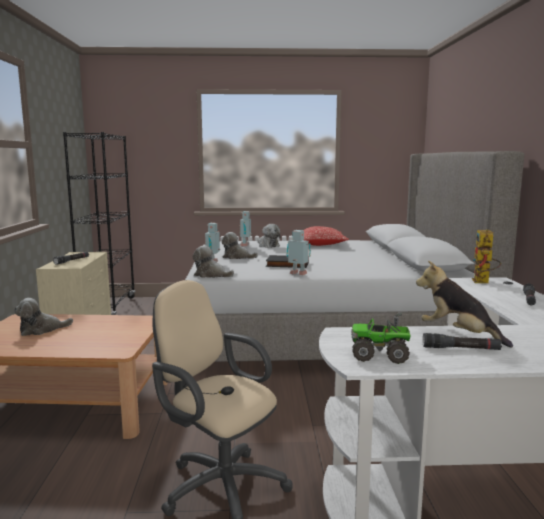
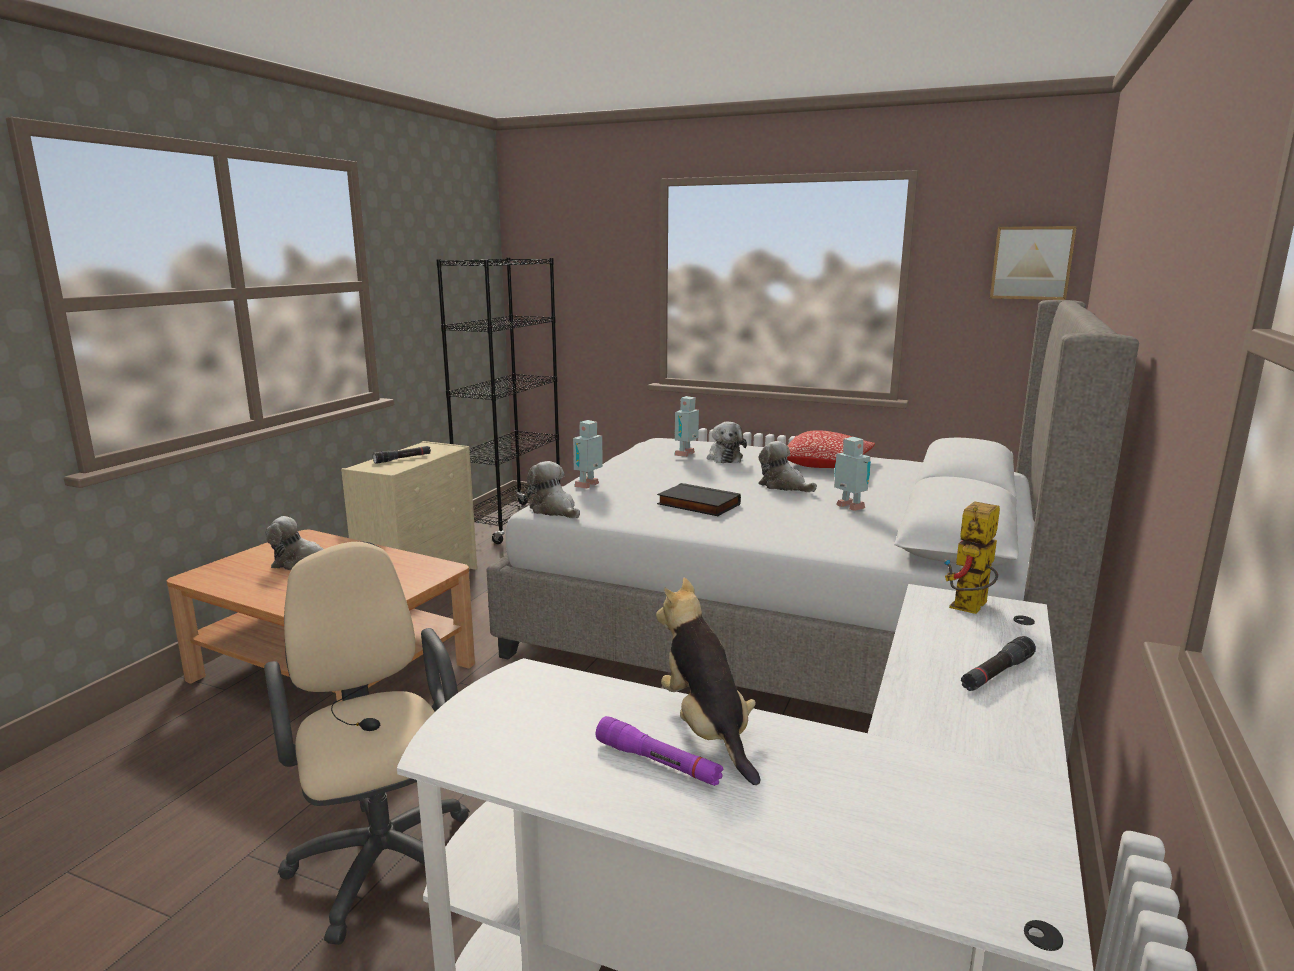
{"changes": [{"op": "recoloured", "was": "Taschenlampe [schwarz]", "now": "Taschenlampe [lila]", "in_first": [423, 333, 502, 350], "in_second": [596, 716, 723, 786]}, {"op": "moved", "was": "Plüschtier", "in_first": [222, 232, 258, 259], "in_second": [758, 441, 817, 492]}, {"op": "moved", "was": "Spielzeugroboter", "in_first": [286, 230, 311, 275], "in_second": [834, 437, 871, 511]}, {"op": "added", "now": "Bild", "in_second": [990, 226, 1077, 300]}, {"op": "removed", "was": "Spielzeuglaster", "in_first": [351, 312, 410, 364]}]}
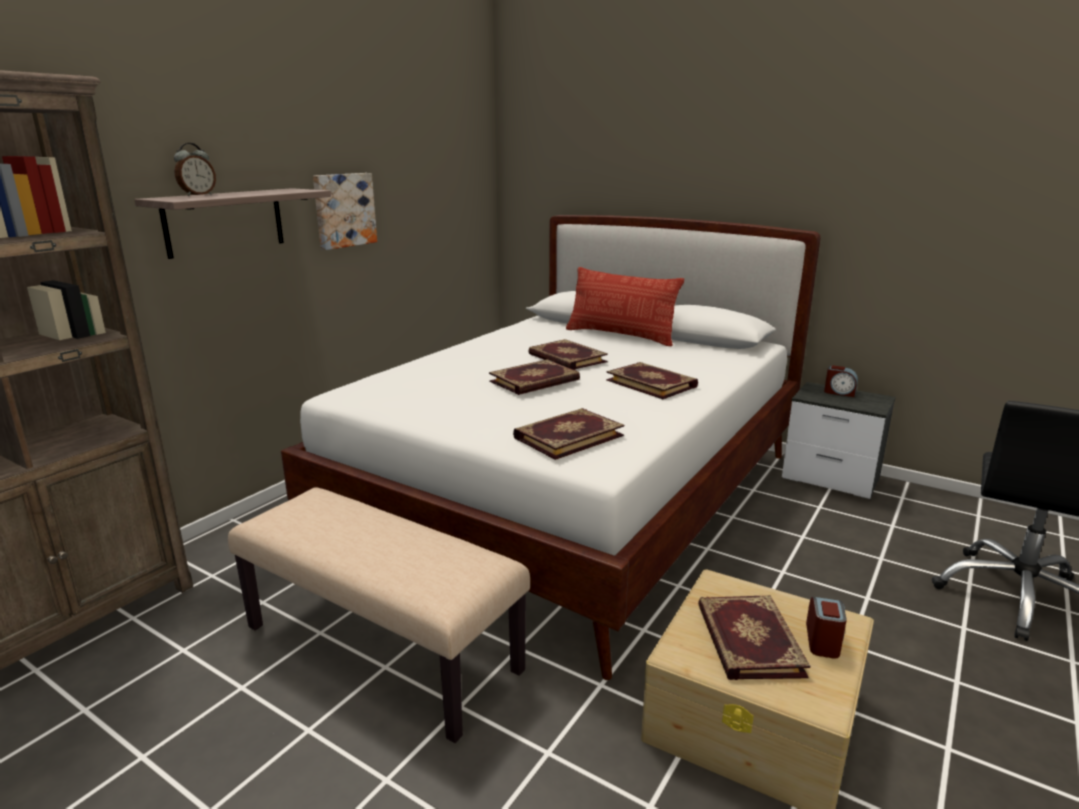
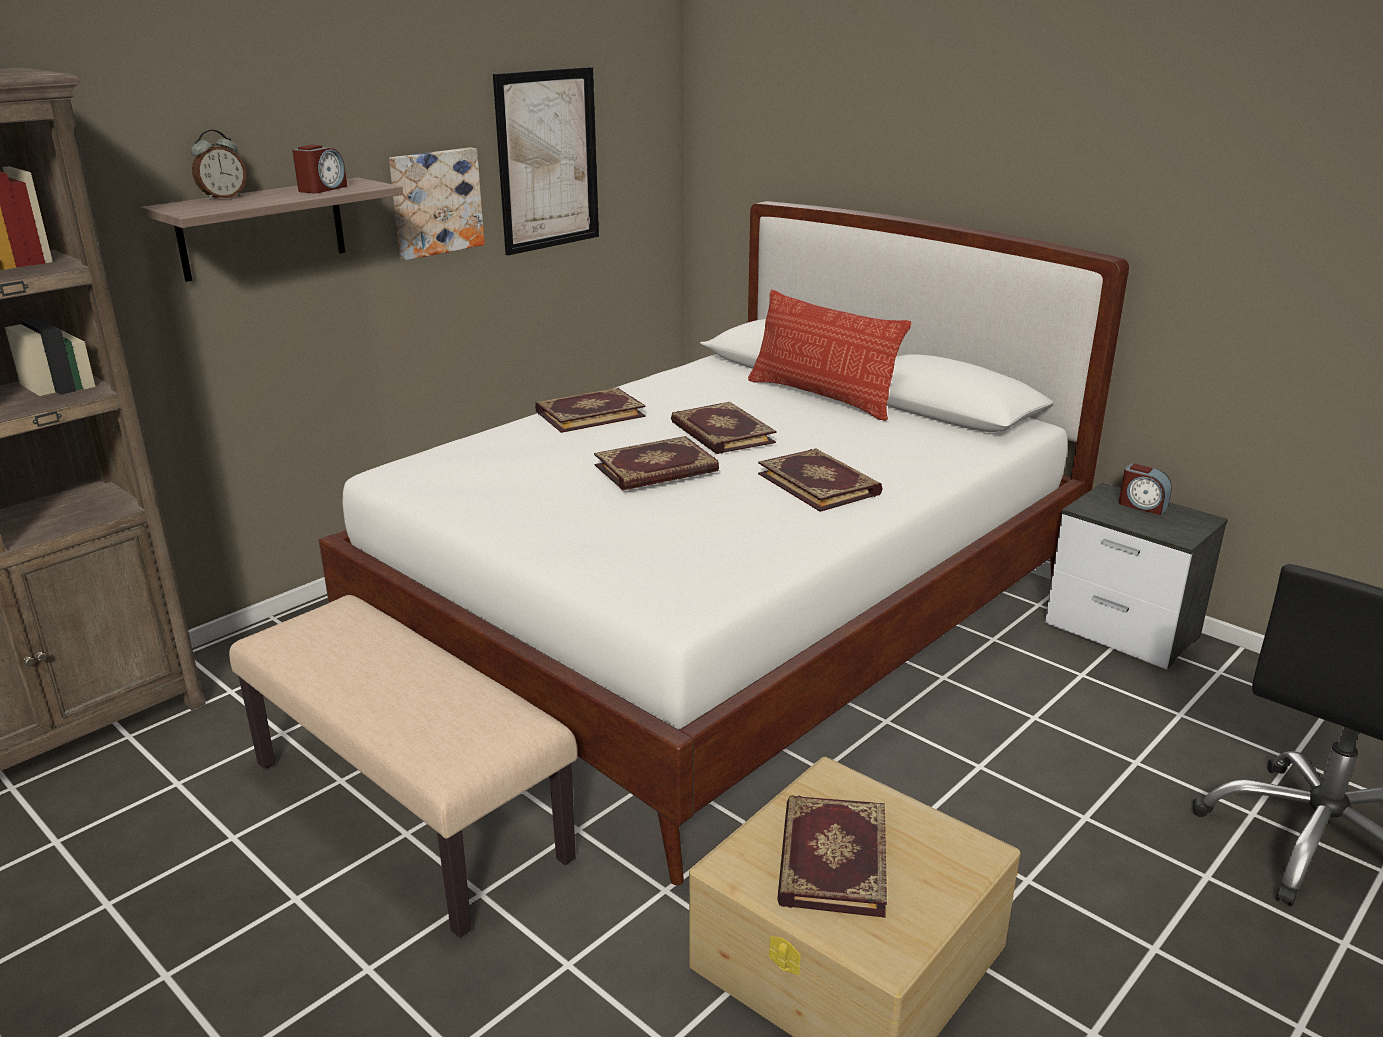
{"changes": [{"op": "moved", "was": "Wecker", "in_first": [806, 597, 847, 659], "in_second": [292, 145, 347, 193]}, {"op": "added", "now": "Bild", "in_second": [493, 67, 599, 255]}, {"op": "moved", "was": "Buch", "in_first": [513, 408, 624, 460], "in_second": [535, 388, 646, 433]}]}
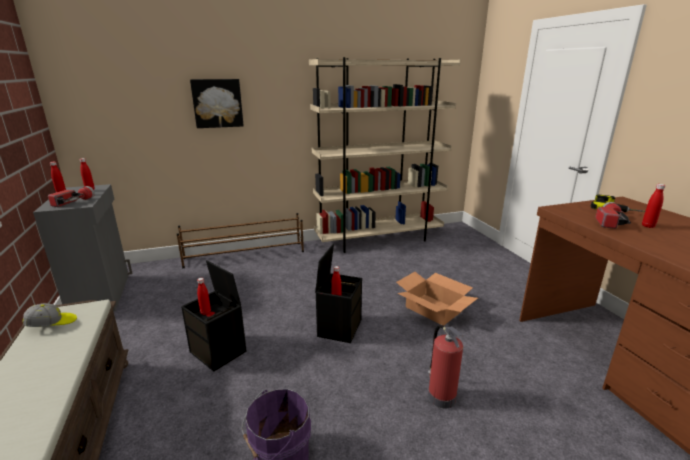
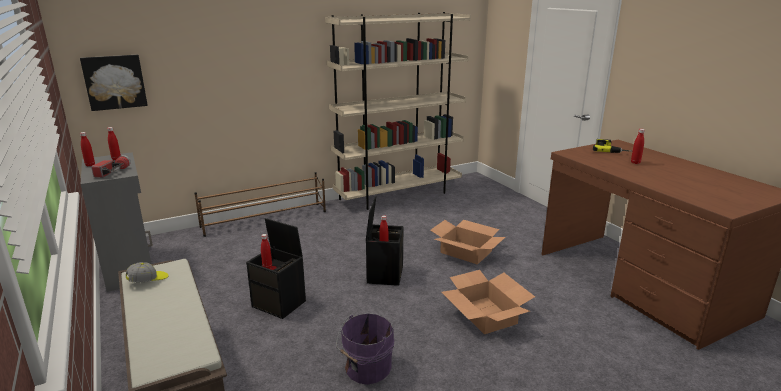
{"changes": [{"op": "moved", "was": "Bild", "in_first": [190, 79, 244, 128], "in_second": [80, 55, 148, 111]}, {"op": "replaced", "was": "Feuerlöscher", "now": "Karton", "in_first": [428, 325, 463, 408], "in_second": [442, 270, 535, 334]}, {"op": "removed", "was": "Taschenlampe", "in_first": [595, 202, 631, 229]}]}
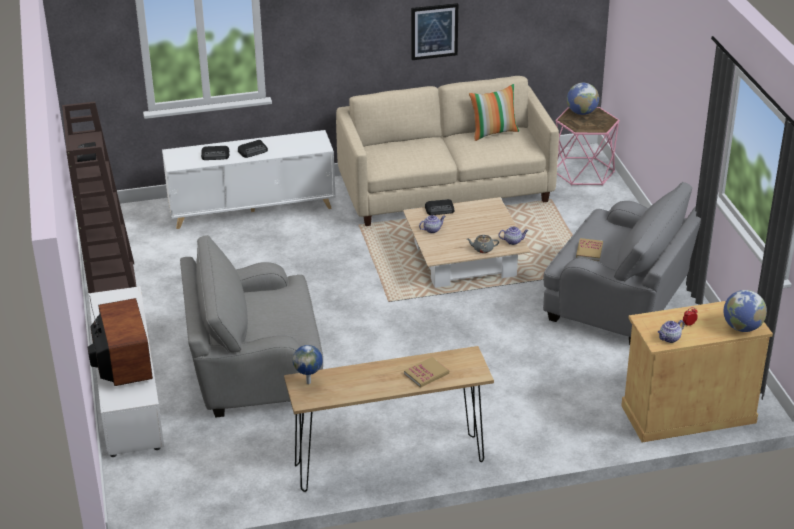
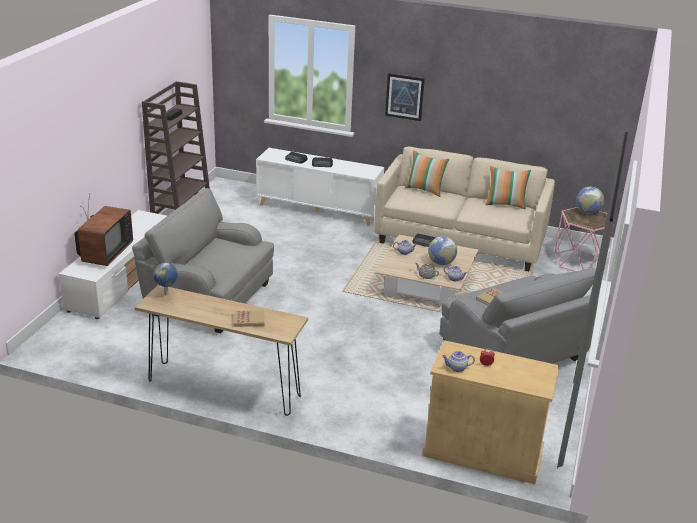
{"changes": [{"op": "moved", "was": "Bild", "in_first": [411, 3, 458, 60], "in_second": [385, 73, 425, 121]}, {"op": "added", "now": "Kissen", "in_second": [405, 150, 449, 197]}, {"op": "moved", "was": "Globus", "in_first": [724, 290, 767, 332], "in_second": [428, 236, 457, 265]}]}
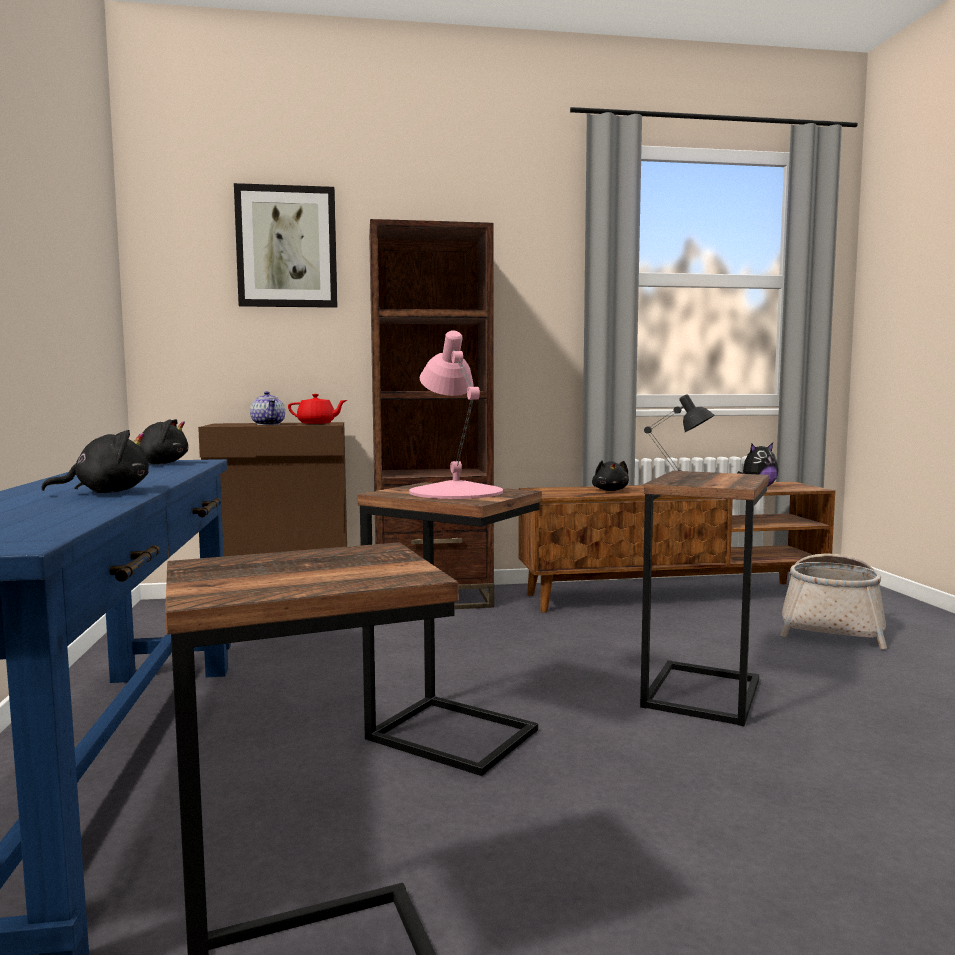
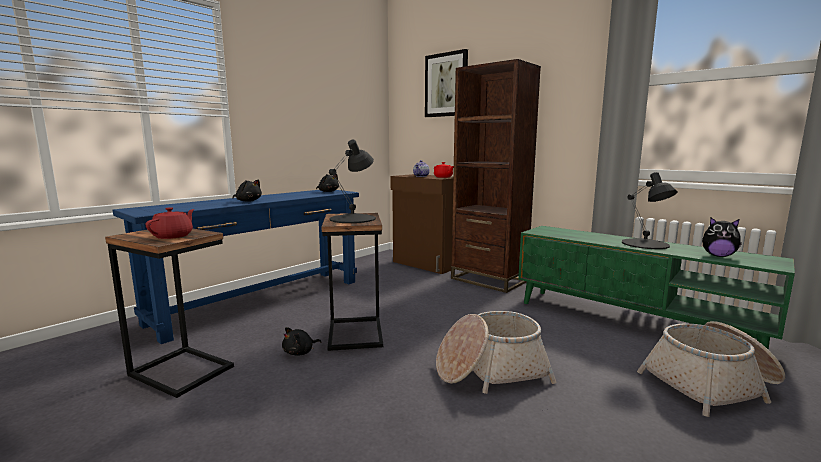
{"changes": [{"op": "added", "now": "Teekanne [rot]", "in_second": [146, 207, 195, 239]}, {"op": "moved", "was": "Plüschtier [schwarz]", "in_first": [592, 460, 629, 491], "in_second": [282, 327, 321, 355]}, {"op": "recoloured", "was": "Tischlampe [rosa]", "now": "Tischlampe [schwarz]", "in_first": [409, 331, 503, 499], "in_second": [329, 139, 376, 223]}, {"op": "replaced", "was": "Beistelltisch", "now": "Korb", "in_first": [640, 471, 769, 726], "in_second": [436, 311, 556, 394]}, {"op": "recoloured", "was": "Fernsehschrank [braun]", "now": "Fernsehschrank [grün]", "in_first": [518, 482, 835, 613], "in_second": [518, 226, 795, 350]}]}
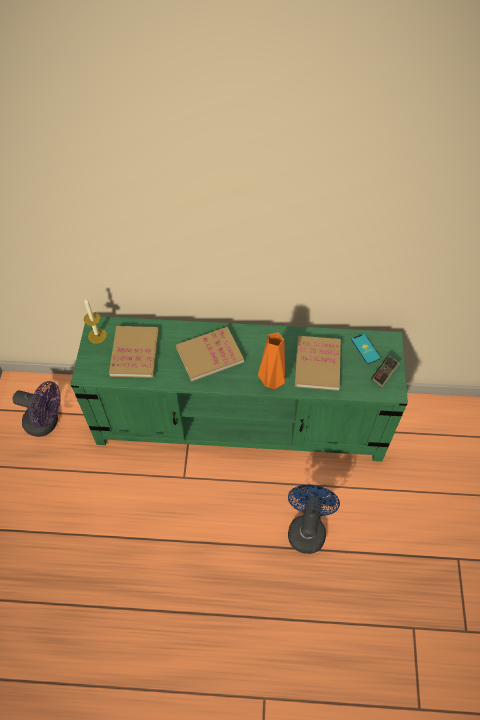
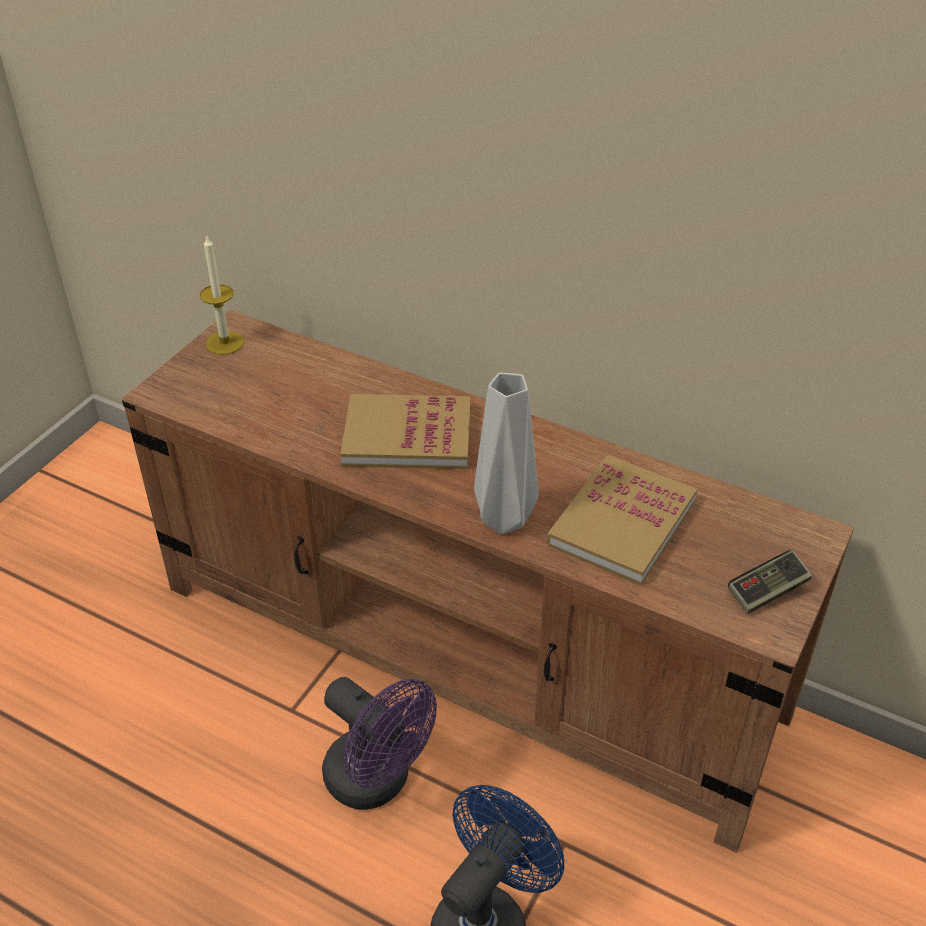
{"changes": [{"op": "recoloured", "was": "Fernsehschrank [grün]", "now": "Fernsehschrank [braun]", "in_first": [70, 316, 408, 461], "in_second": [122, 310, 854, 853]}, {"op": "moved", "was": "Ventilator [lila]", "in_first": [13, 381, 61, 437], "in_second": [322, 677, 437, 810]}, {"op": "recoloured", "was": "Vase [orange]", "now": "Vase [grau]", "in_first": [258, 333, 285, 389], "in_second": [474, 373, 539, 535]}, {"op": "removed", "was": "Buch", "in_first": [109, 326, 159, 378]}, {"op": "removed", "was": "Handy", "in_first": [351, 333, 381, 364]}]}
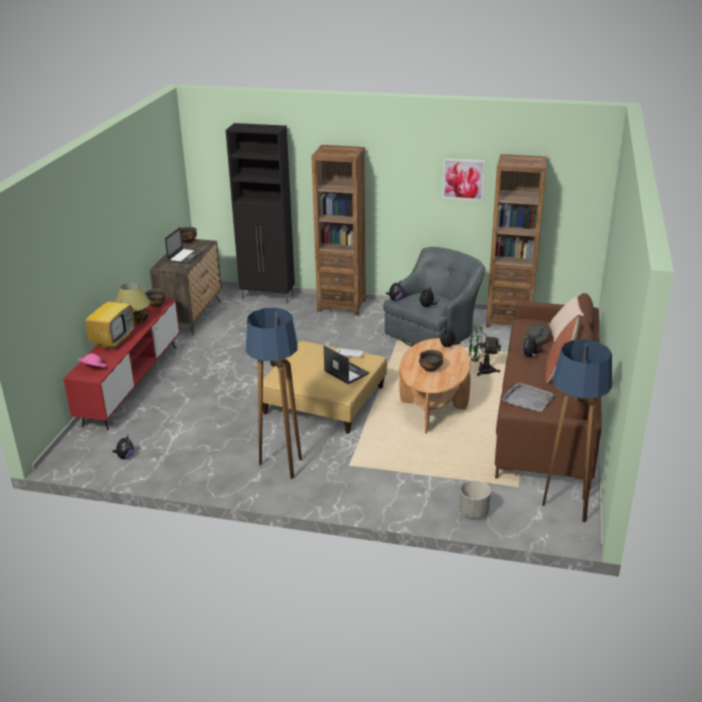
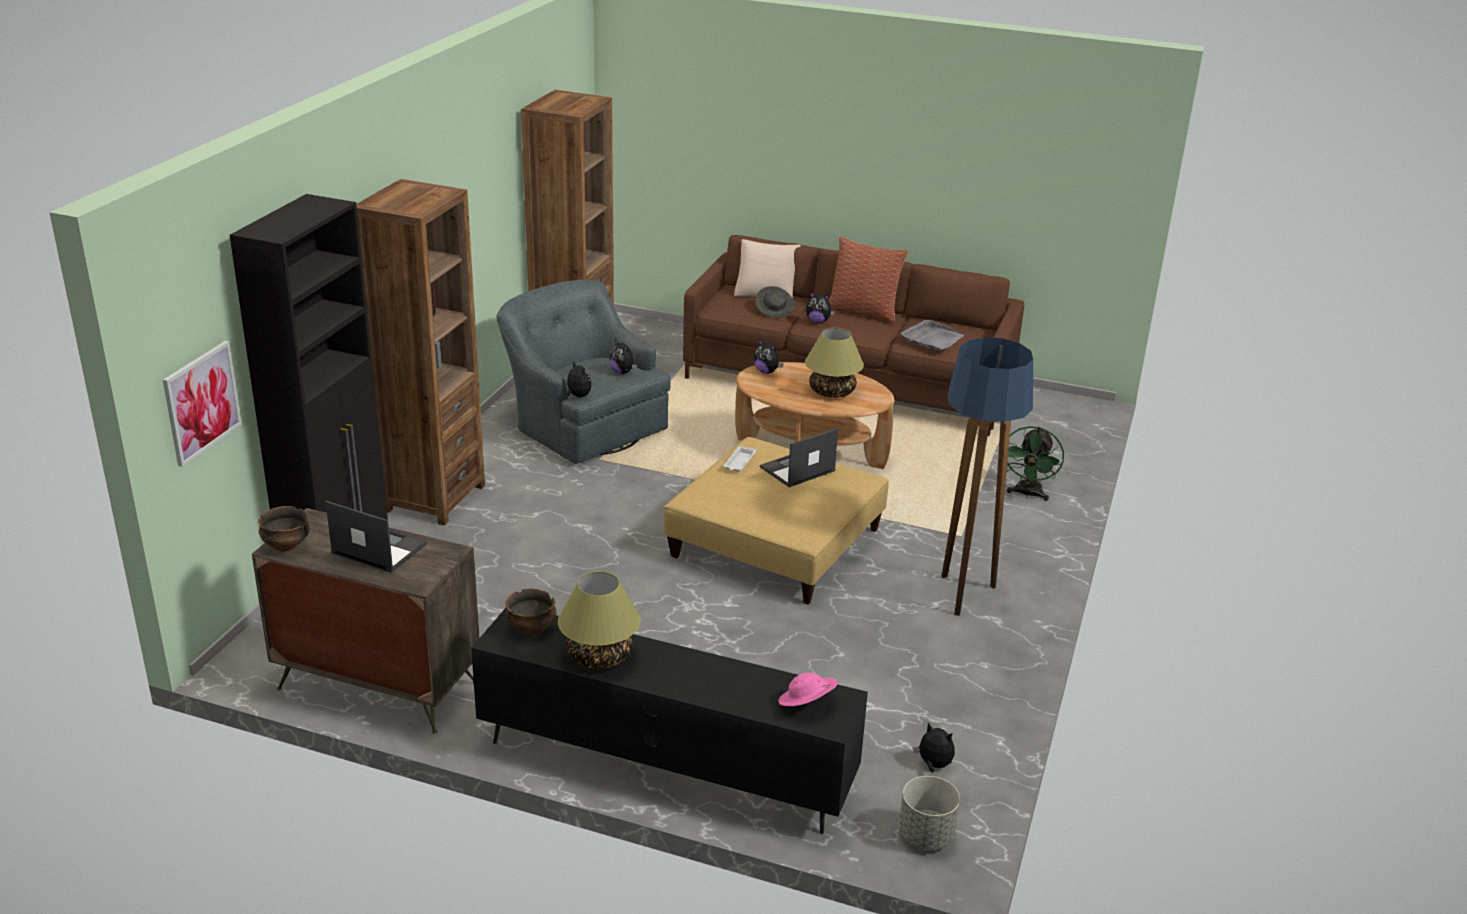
{"changes": [{"op": "moved", "was": "Bild", "in_first": [442, 158, 485, 201], "in_second": [163, 341, 242, 467]}, {"op": "recoloured", "was": "Fernsehschrank [rot]", "now": "Fernsehschrank [schwarz]", "in_first": [63, 298, 180, 431], "in_second": [471, 608, 868, 834]}, {"op": "replaced", "was": "Schüssel", "now": "Tischlampe", "in_first": [419, 350, 444, 372], "in_second": [805, 328, 864, 398]}, {"op": "moved", "was": "Pflanzkübel [grau]", "in_first": [459, 480, 491, 519], "in_second": [899, 776, 960, 850]}, {"op": "moved", "was": "Ventilator [grün]", "in_first": [469, 326, 501, 376], "in_second": [1007, 426, 1064, 501]}, {"op": "removed", "was": "Fernseher", "in_first": [85, 283, 135, 350]}, {"op": "removed", "was": "Stehlampe", "in_first": [542, 340, 612, 522]}]}
